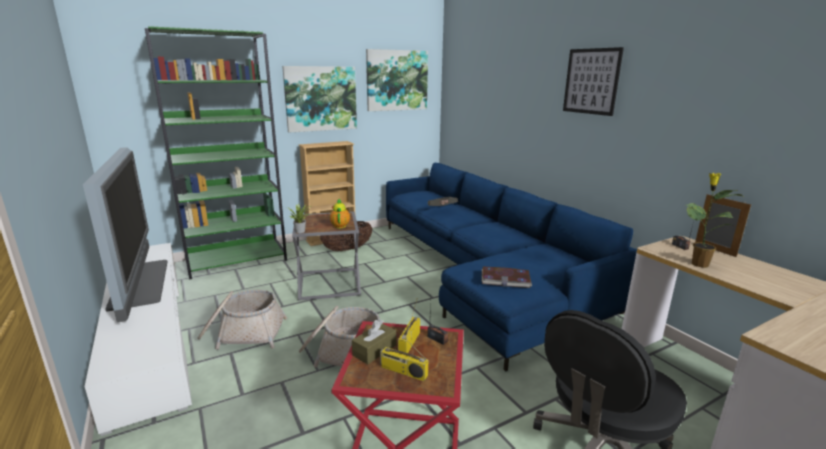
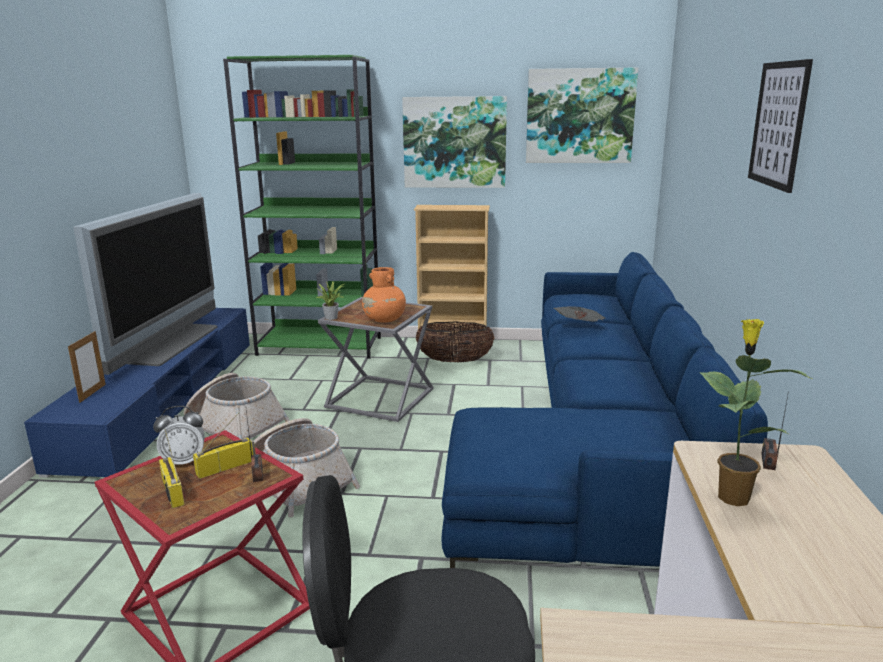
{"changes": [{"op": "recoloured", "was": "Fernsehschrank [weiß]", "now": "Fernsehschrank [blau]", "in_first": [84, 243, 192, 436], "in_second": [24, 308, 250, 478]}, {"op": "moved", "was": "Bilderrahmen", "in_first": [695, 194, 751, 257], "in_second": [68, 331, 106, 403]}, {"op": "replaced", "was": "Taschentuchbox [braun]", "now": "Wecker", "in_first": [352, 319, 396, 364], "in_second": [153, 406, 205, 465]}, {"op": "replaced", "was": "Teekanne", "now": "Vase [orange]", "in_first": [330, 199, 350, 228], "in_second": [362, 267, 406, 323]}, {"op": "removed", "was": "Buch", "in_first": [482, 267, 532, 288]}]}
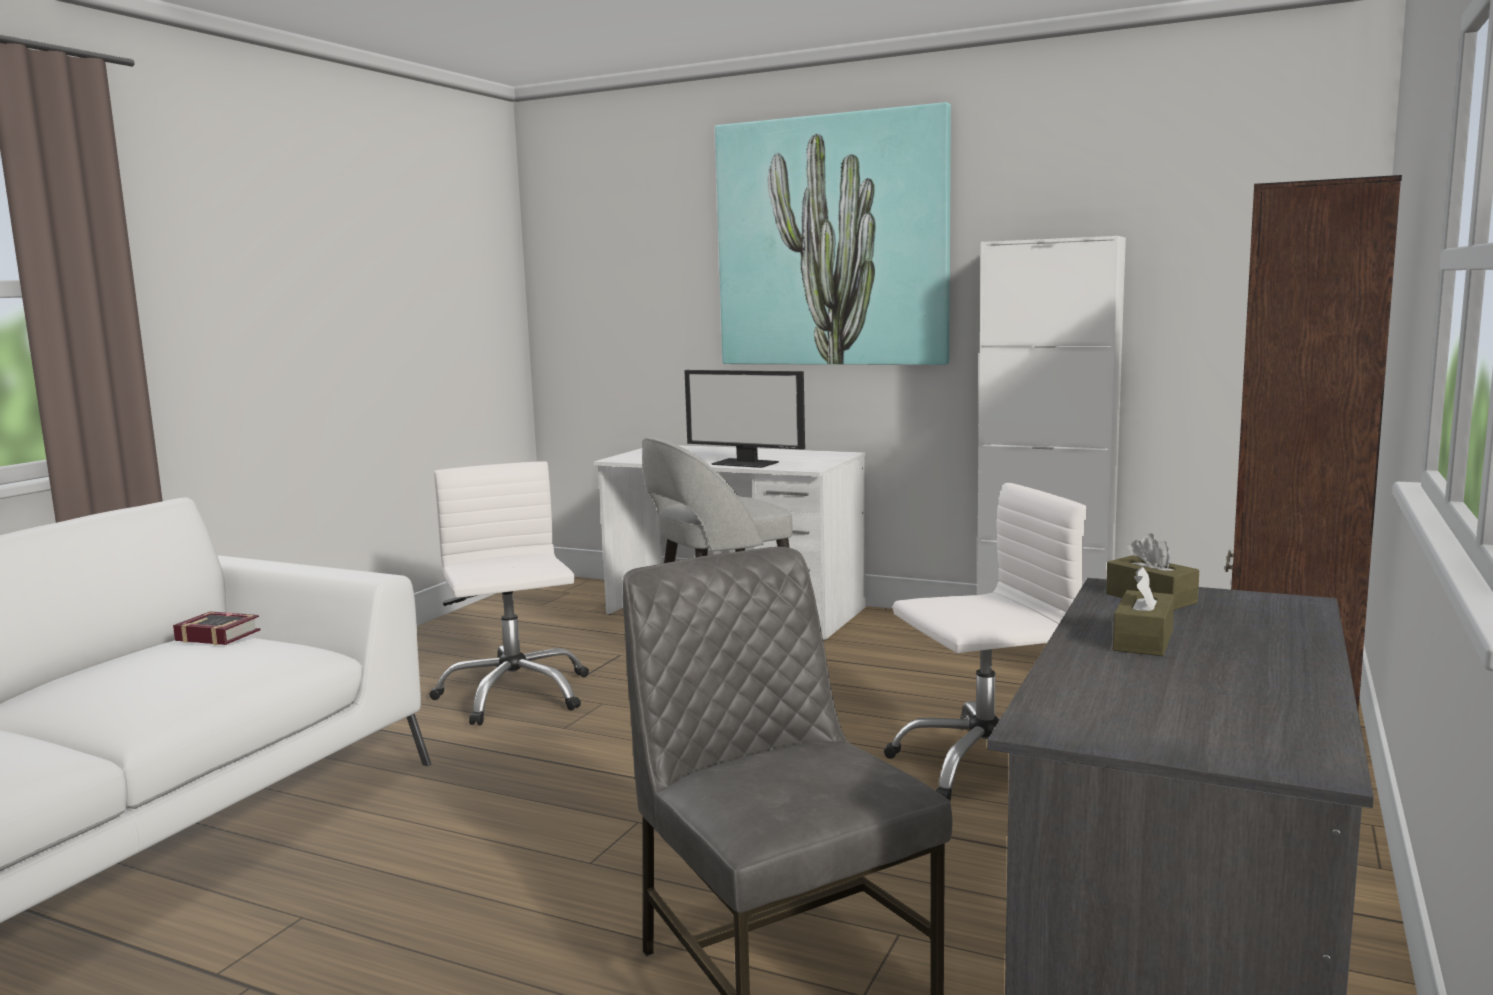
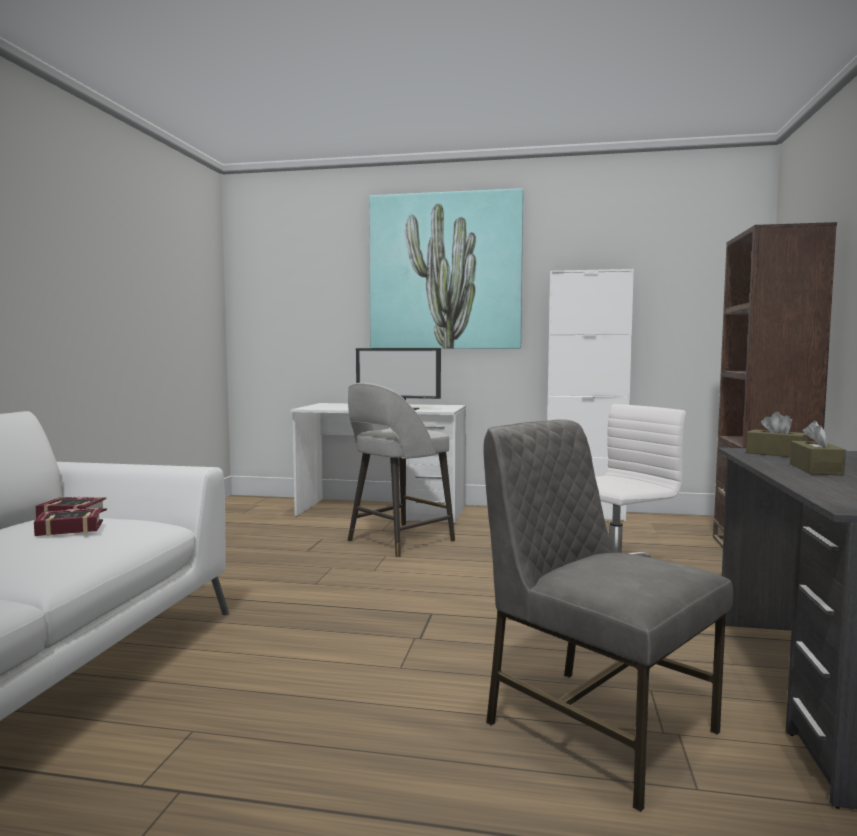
{"changes": [{"op": "added", "now": "Buch", "in_second": [34, 508, 103, 536]}, {"op": "removed", "was": "Bürostuhl [weiß]", "in_first": [429, 461, 589, 725]}]}
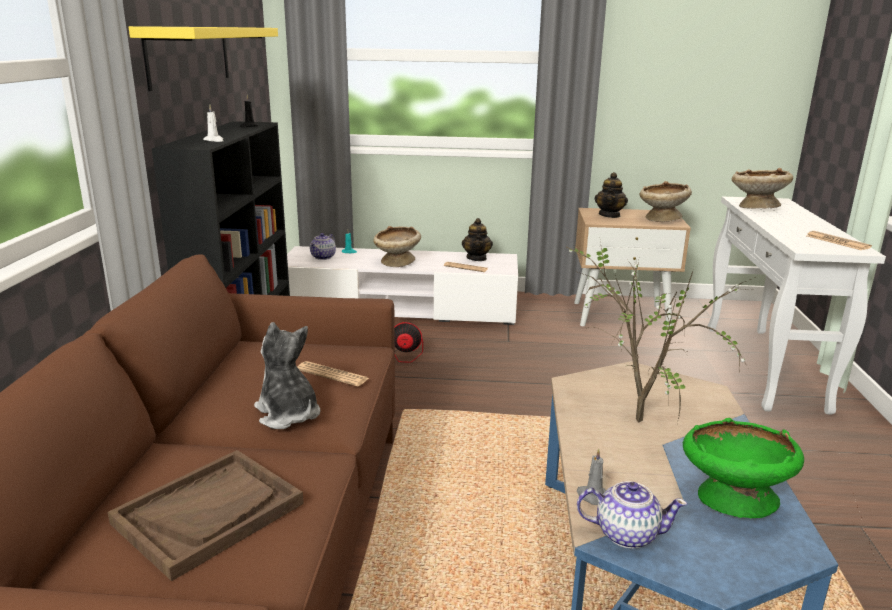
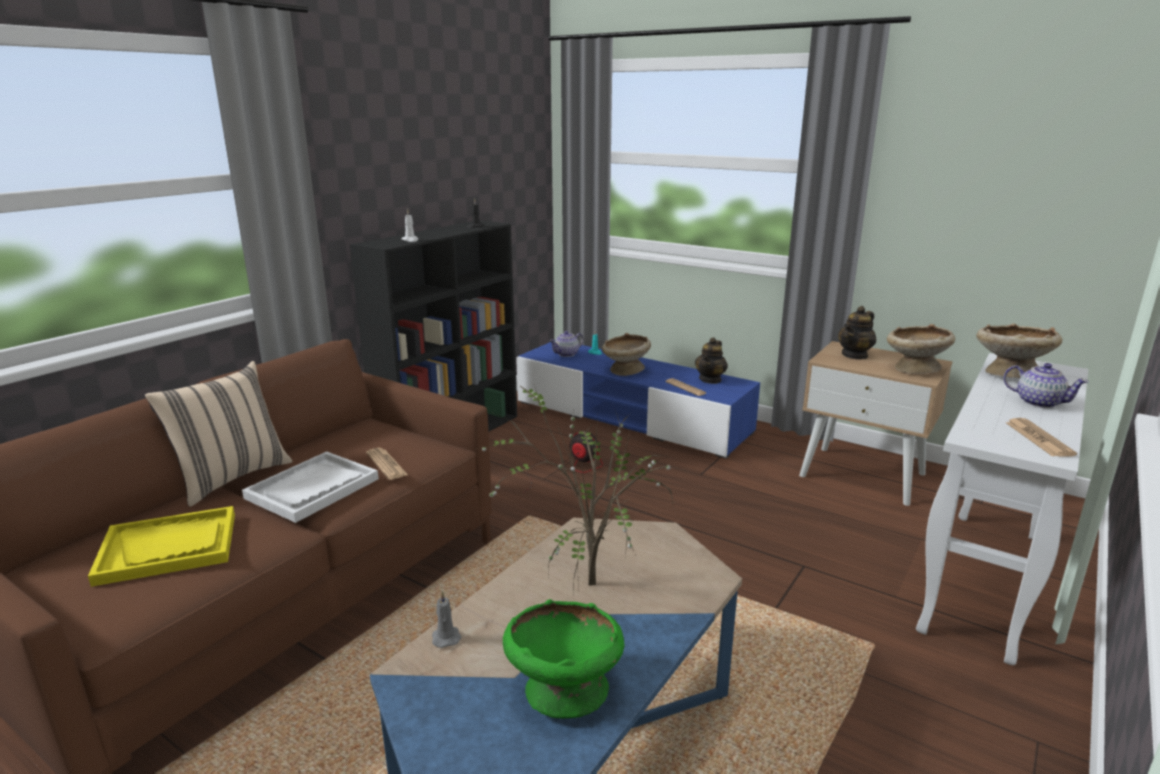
{"changes": [{"op": "recoloured", "was": "Tablett [braun]", "now": "Tablett [gelb]", "in_first": [108, 450, 304, 581], "in_second": [88, 506, 235, 587]}, {"op": "added", "now": "Kissen [beige]", "in_second": [144, 361, 292, 507]}, {"op": "replaced", "was": "Plüschtier", "now": "Tablett [weiß]", "in_first": [254, 322, 321, 429], "in_second": [242, 451, 379, 523]}, {"op": "recoloured", "was": "Fernsehschrank [weiß]", "now": "Fernsehschrank [blau]", "in_first": [287, 246, 518, 325], "in_second": [516, 340, 760, 459]}, {"op": "moved", "was": "Teekanne", "in_first": [577, 481, 687, 549], "in_second": [1003, 363, 1088, 408]}, {"op": "removed", "was": "Wandregal [gelb]", "in_first": [129, 26, 278, 91]}]}
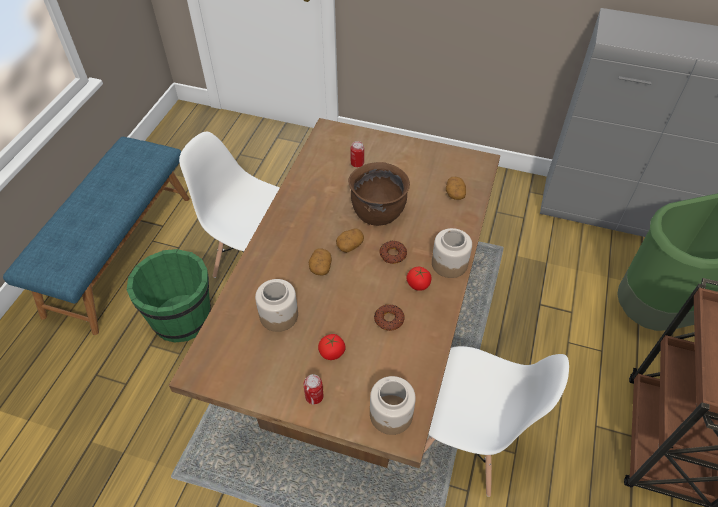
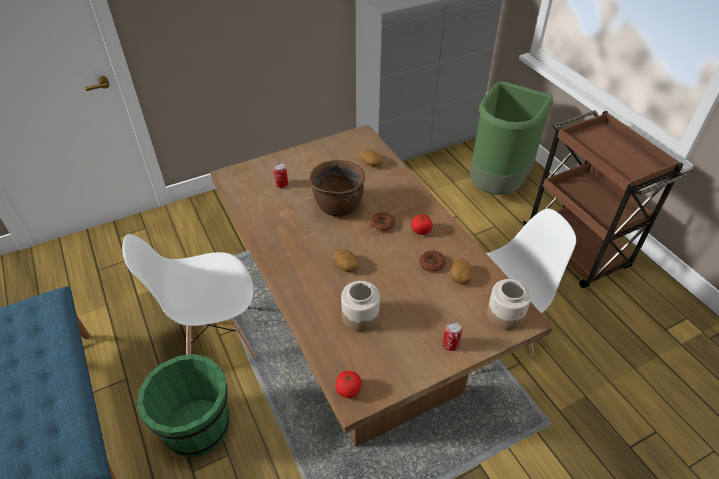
{"changes": [{"op": "moved", "was": "Tomate", "in_first": [318, 334, 345, 360], "in_second": [335, 371, 361, 398]}, {"op": "moved", "was": "Kartoffel", "in_first": [336, 228, 364, 253], "in_second": [450, 258, 472, 284]}, {"op": "removed", "was": "Vorratsglas", "in_first": [432, 228, 472, 278]}]}
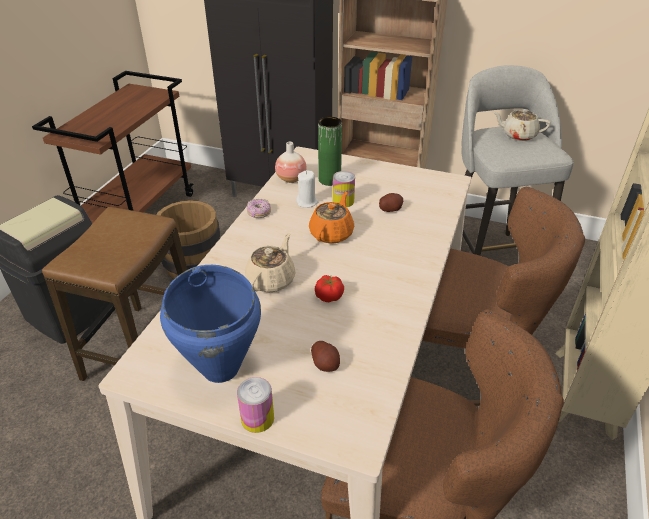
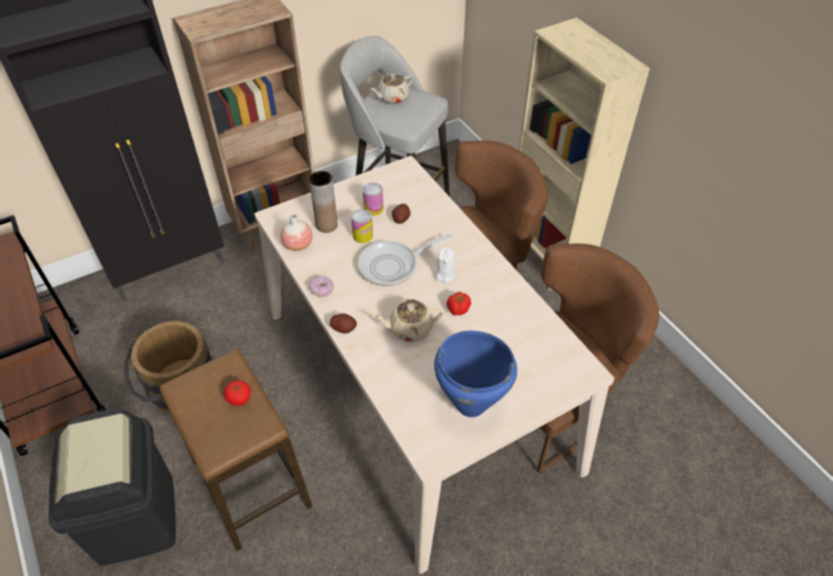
{"changes": [{"op": "added", "now": "Tomate", "in_second": [224, 380, 251, 406]}, {"op": "recoloured", "was": "Vase [grün]", "now": "Vase [braun]", "in_first": [318, 117, 342, 186], "in_second": [309, 171, 338, 233]}, {"op": "moved", "was": "Kartoffel", "in_first": [311, 341, 340, 372], "in_second": [330, 313, 357, 333]}, {"op": "replaced", "was": "Teekanne [orange]", "now": "Pfanne", "in_first": [309, 192, 354, 244], "in_second": [358, 234, 453, 286]}, {"op": "moved", "was": "Dose", "in_first": [237, 377, 274, 433], "in_second": [363, 183, 384, 216]}, {"op": "turned", "was": "Teekanne [beige]", "in_first": [245, 233, 295, 292], "in_second": [373, 299, 444, 341], "clockwise": -75}, {"op": "moved", "was": "Kerze [weiß]", "in_first": [296, 170, 318, 208], "in_second": [434, 247, 455, 283]}]}
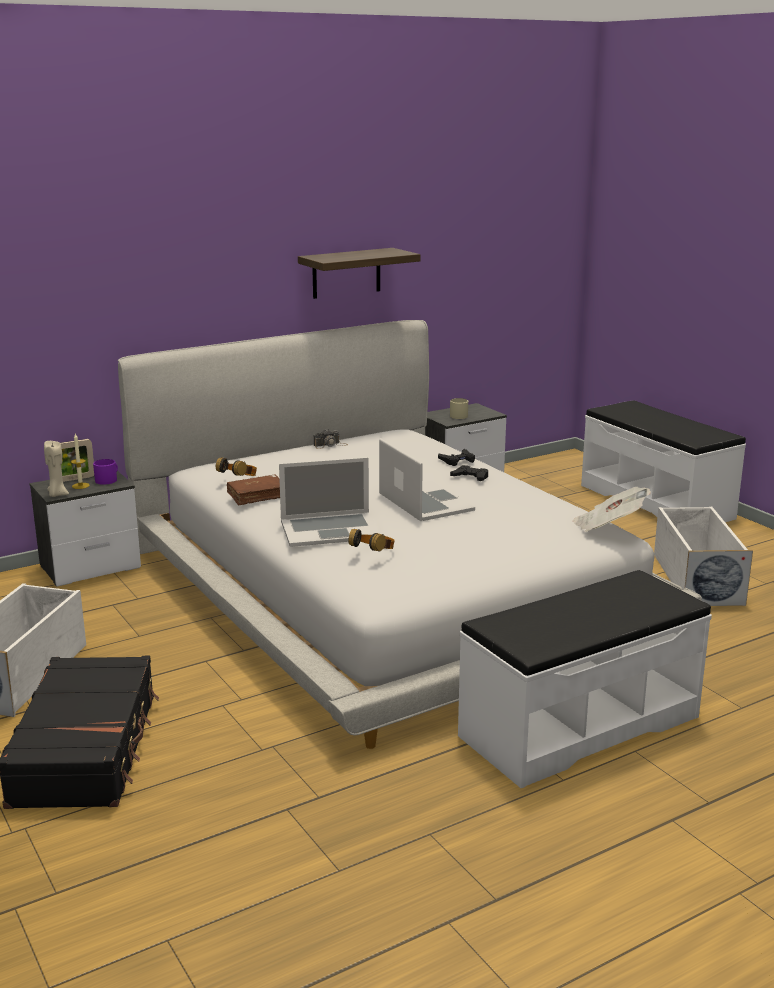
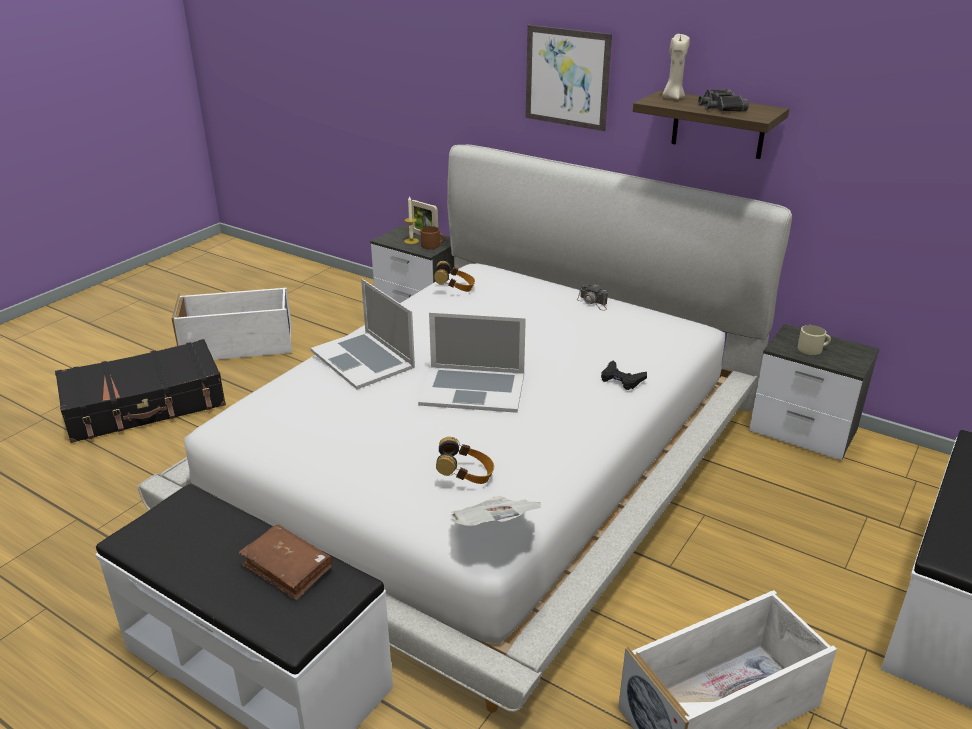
{"changes": [{"op": "moved", "was": "Buch [braun]", "in_first": [227, 475, 280, 505], "in_second": [239, 524, 333, 601]}, {"op": "turned", "was": "Laptop", "in_first": [379, 438, 475, 521], "in_second": [418, 312, 526, 413], "clockwise": 60}, {"op": "recoloured", "was": "Henkelbecher [lila]", "now": "Henkelbecher [braun]", "in_first": [93, 459, 118, 485], "in_second": [420, 226, 445, 249]}, {"op": "moved", "was": "Kopfhörer", "in_first": [348, 528, 395, 552], "in_second": [436, 437, 494, 484]}, {"op": "added", "now": "Bild", "in_second": [525, 25, 612, 131]}, {"op": "moved", "was": "Kerze [beige]", "in_first": [44, 441, 69, 497], "in_second": [663, 34, 690, 100]}, {"op": "added", "now": "Fernglas [schwarz]", "in_second": [698, 89, 749, 111]}, {"op": "removed", "was": "Gamepad [schwarz]", "in_first": [450, 465, 488, 481]}]}
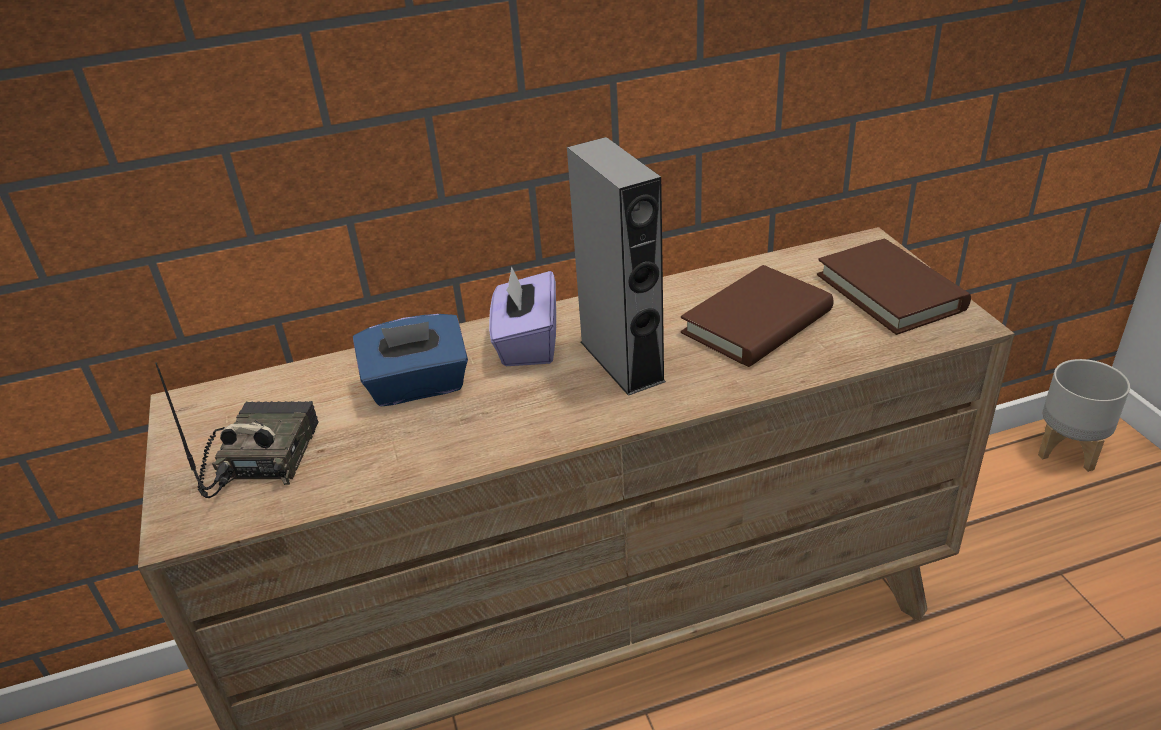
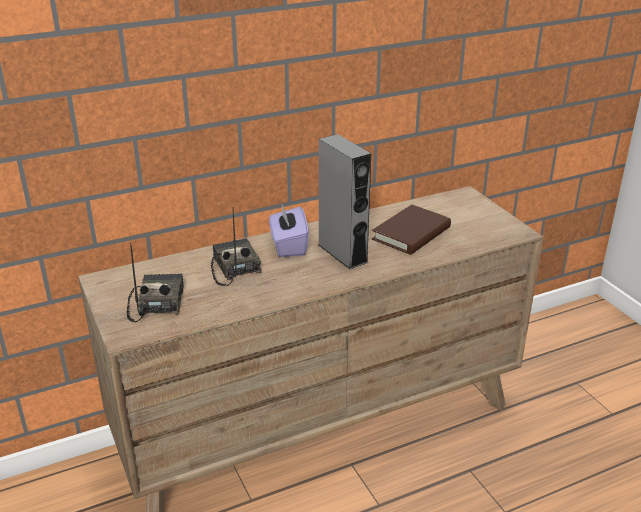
{"changes": [{"op": "replaced", "was": "Taschentuchbox [blau]", "now": "Radio", "in_first": [353, 314, 468, 407], "in_second": [211, 210, 261, 286]}, {"op": "removed", "was": "Buch [braun]", "in_first": [817, 238, 971, 335]}, {"op": "removed", "was": "Pflanzkübel [grau]", "in_first": [1038, 359, 1130, 472]}]}
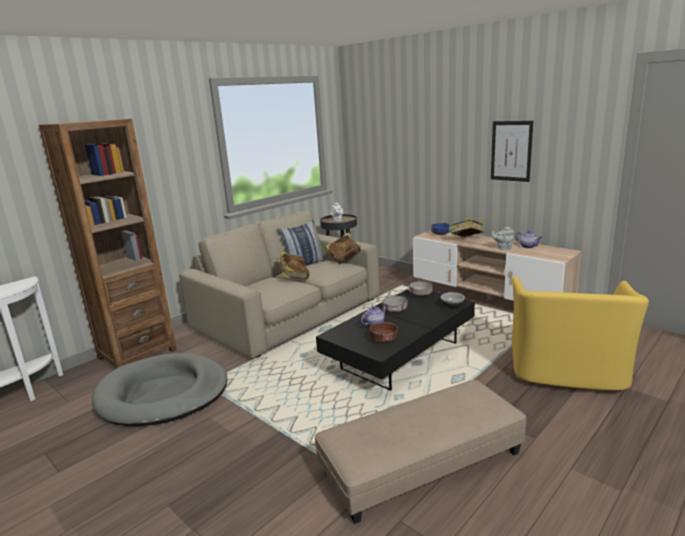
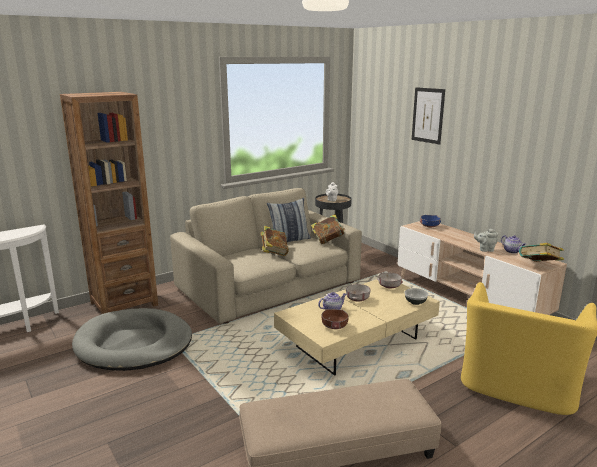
{"changes": [{"op": "recoloured", "was": "Couchtisch [schwarz]", "now": "Couchtisch [beige]", "in_first": [316, 289, 475, 391], "in_second": [274, 279, 440, 376]}, {"op": "moved", "was": "Bild", "in_first": [491, 121, 533, 182], "in_second": [412, 87, 445, 145]}, {"op": "moved", "was": "Buch", "in_first": [449, 218, 485, 237], "in_second": [519, 243, 564, 262]}]}
